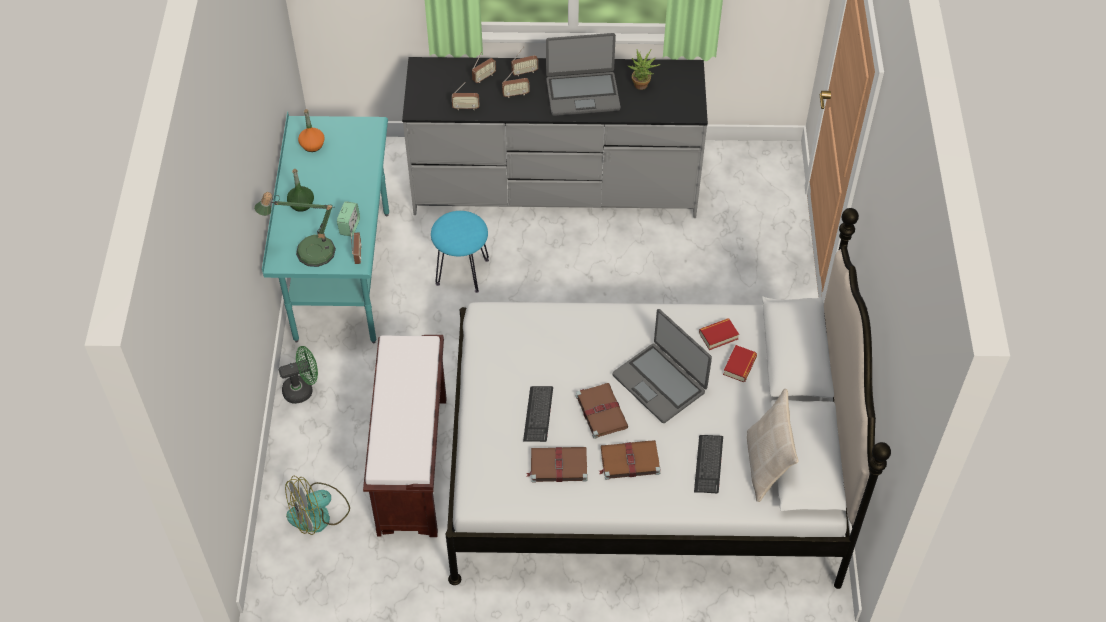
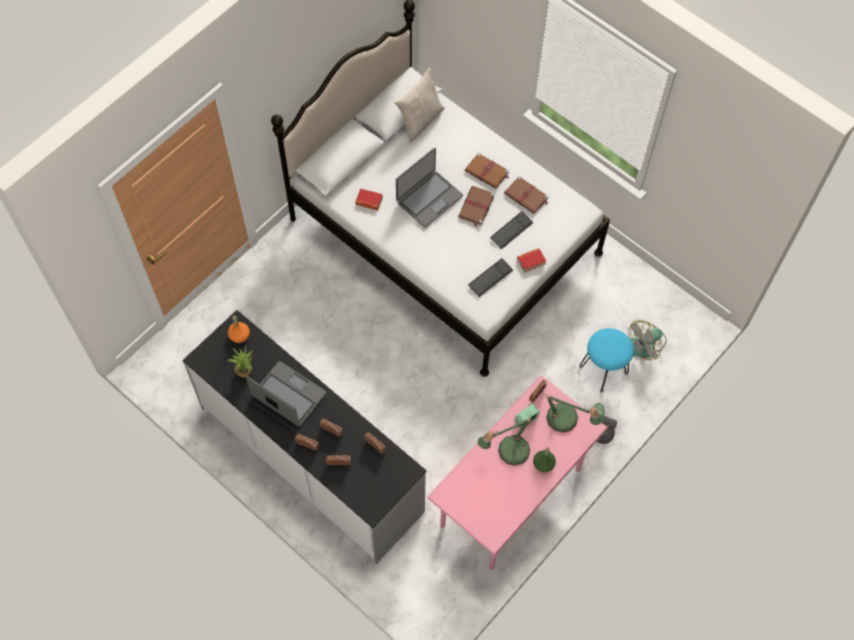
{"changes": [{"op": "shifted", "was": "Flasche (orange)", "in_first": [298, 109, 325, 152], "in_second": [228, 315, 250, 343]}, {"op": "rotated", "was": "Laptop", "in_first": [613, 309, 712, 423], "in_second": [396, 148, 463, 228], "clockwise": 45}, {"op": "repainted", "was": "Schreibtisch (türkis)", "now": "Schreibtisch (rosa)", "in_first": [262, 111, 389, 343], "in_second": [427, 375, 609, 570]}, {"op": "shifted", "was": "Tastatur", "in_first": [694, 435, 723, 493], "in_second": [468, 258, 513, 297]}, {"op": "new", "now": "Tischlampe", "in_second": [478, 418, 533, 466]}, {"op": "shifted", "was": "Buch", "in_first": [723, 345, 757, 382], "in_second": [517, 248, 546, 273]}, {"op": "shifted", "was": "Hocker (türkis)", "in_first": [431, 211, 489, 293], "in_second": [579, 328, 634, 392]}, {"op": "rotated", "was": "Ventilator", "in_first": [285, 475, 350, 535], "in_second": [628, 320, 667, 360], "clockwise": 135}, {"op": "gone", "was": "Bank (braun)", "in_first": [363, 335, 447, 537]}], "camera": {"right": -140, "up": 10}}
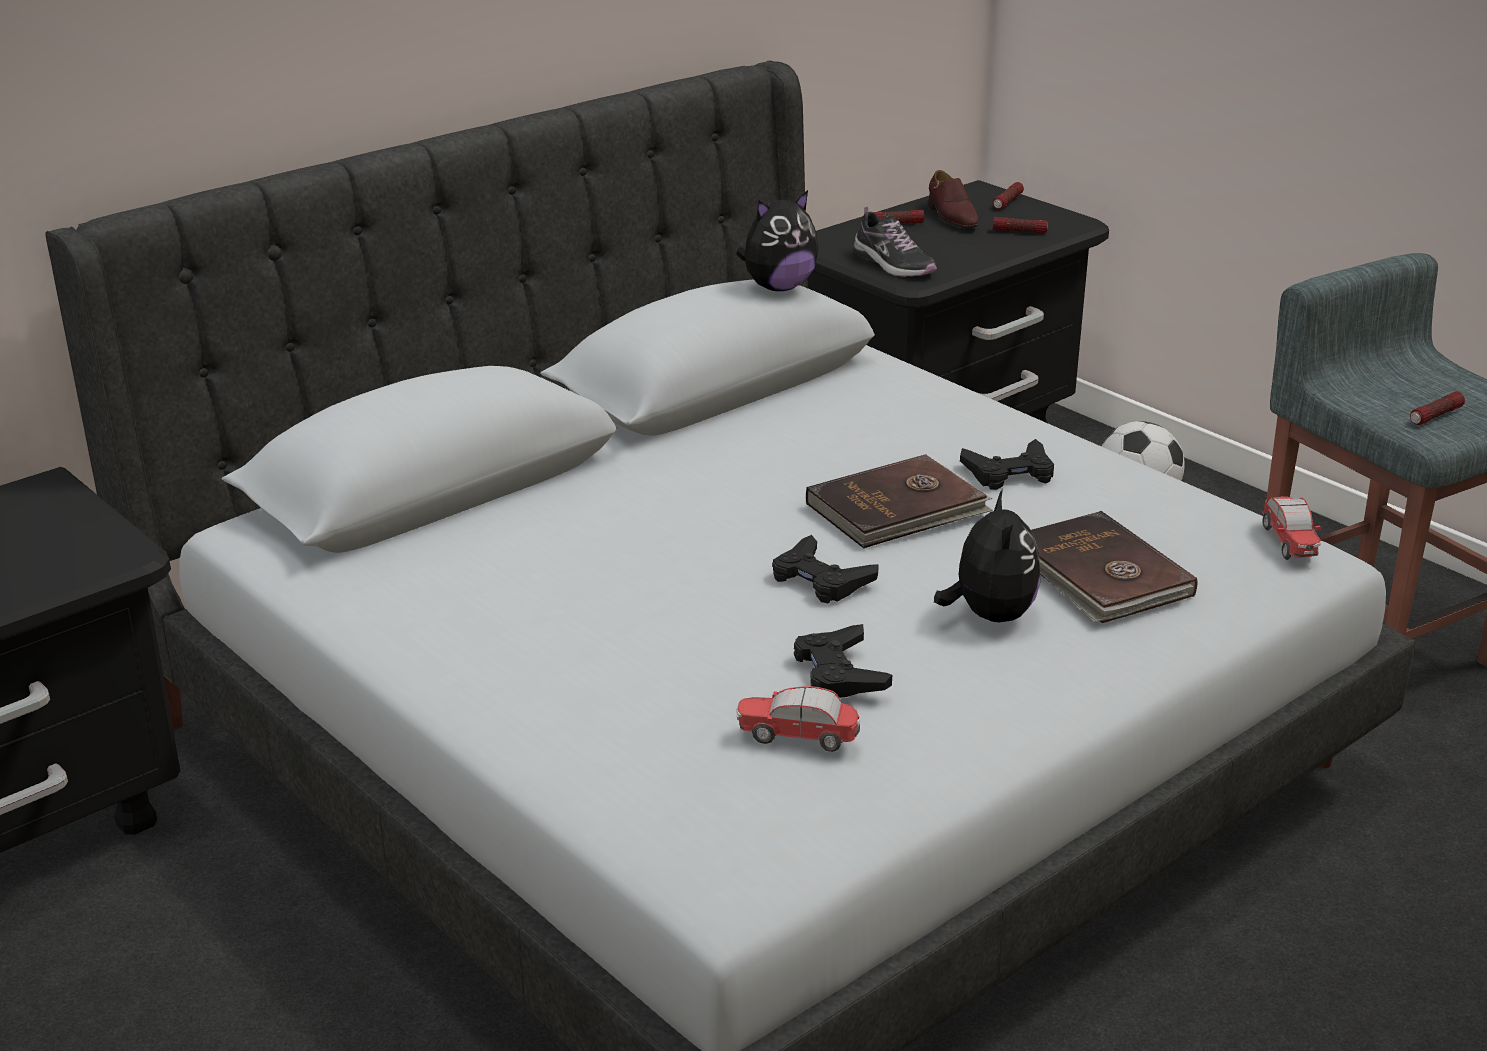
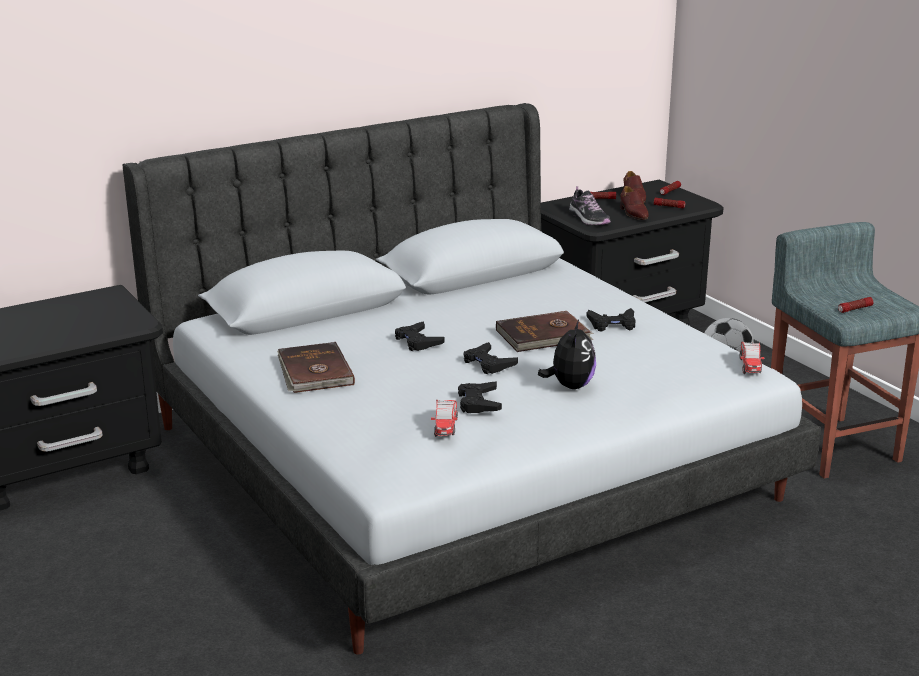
{"changes": [{"op": "shifted", "was": "Buch (braun)", "in_first": [1031, 511, 1198, 623], "in_second": [277, 342, 355, 393]}, {"op": "new", "now": "Gamepad (schwarz)", "in_second": [395, 321, 445, 351]}, {"op": "rotated", "was": "Spielzeugauto", "in_first": [736, 686, 860, 752], "in_second": [431, 400, 458, 437], "clockwise": -105}, {"op": "new", "now": "Schuh (braun)", "in_second": [620, 186, 649, 220]}, {"op": "gone", "was": "Plüschtier", "in_first": [736, 190, 819, 291]}], "camera": {"right": 10, "up": -5}}
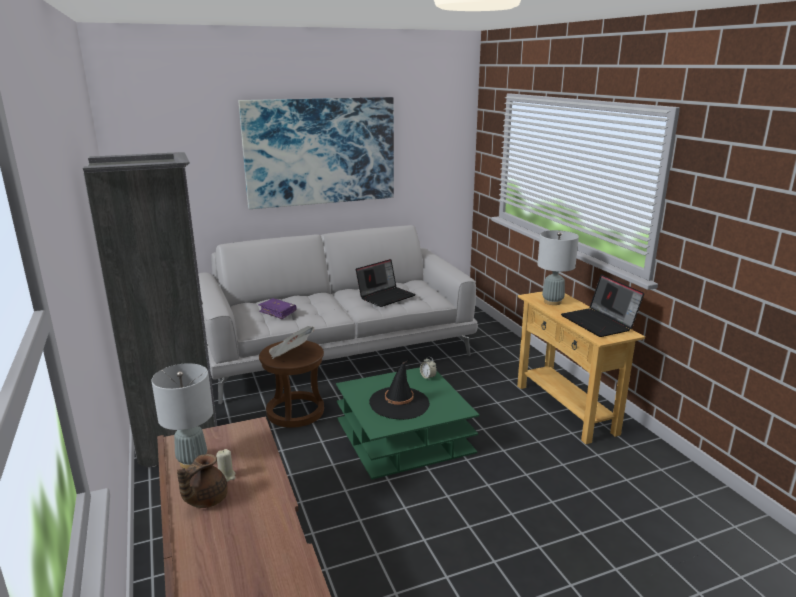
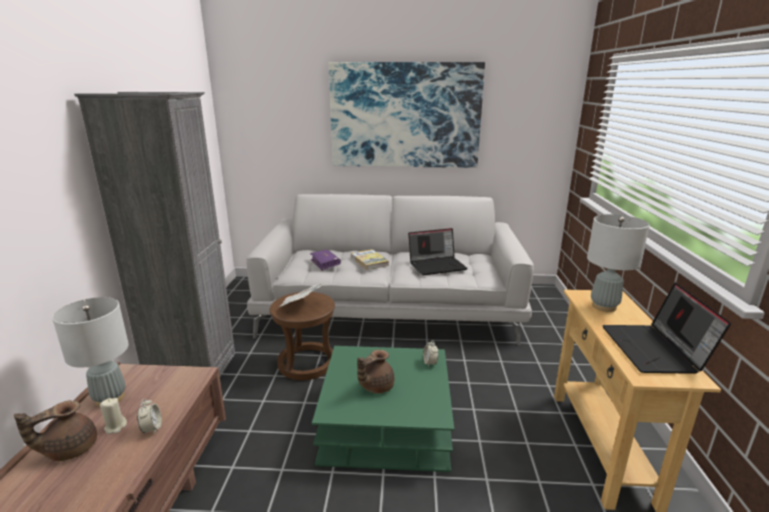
{"changes": [{"op": "new", "now": "Wecker", "in_second": [137, 399, 162, 434]}, {"op": "new", "now": "Buch", "in_second": [351, 249, 389, 270]}, {"op": "swapped", "was": "Hut (schwarz)", "now": "Teekanne (braun)", "in_first": [369, 360, 430, 420], "in_second": [357, 350, 394, 394]}], "camera": {"right": 25, "up": 0}}
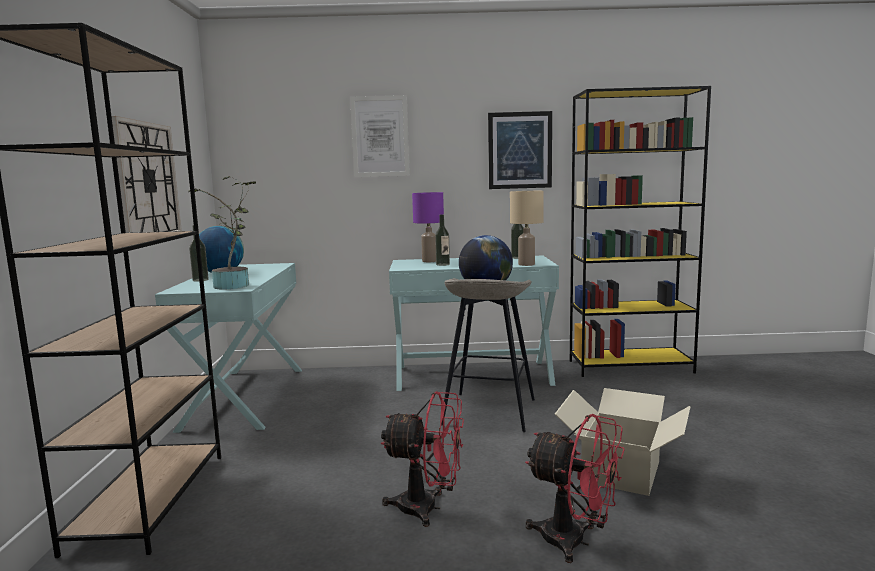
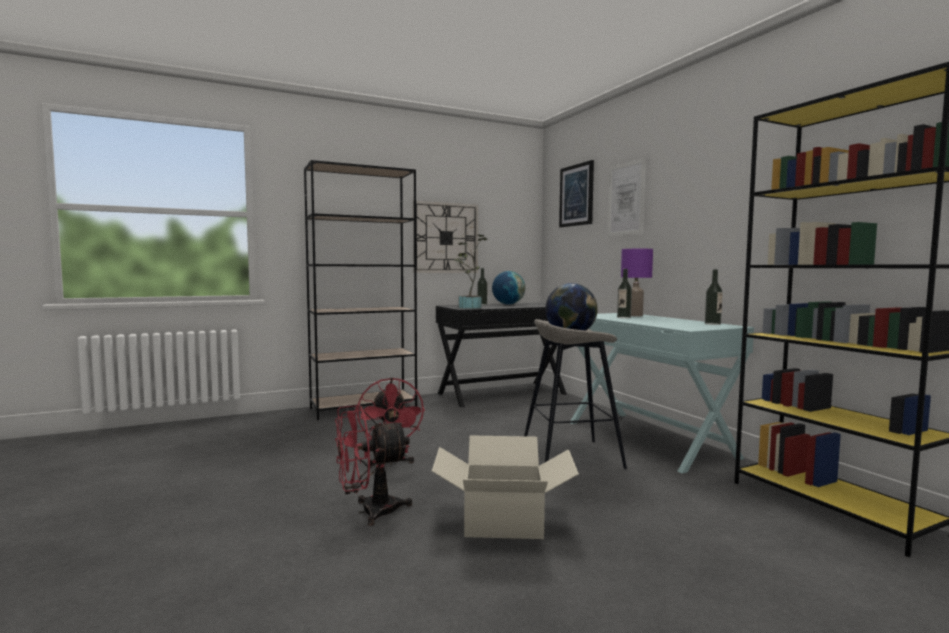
{"changes": [{"op": "rotated", "was": "Ventilator (rot)", "in_first": [525, 414, 625, 563], "in_second": [335, 404, 412, 526], "clockwise": 60}, {"op": "repainted", "was": "Schreibtisch (türkis)", "now": "Schreibtisch (schwarz)", "in_first": [155, 263, 302, 433], "in_second": [436, 303, 567, 408]}, {"op": "shifted", "was": "Bild", "in_first": [488, 111, 552, 189], "in_second": [559, 160, 594, 228]}, {"op": "gone", "was": "Tischlampe (beige)", "in_first": [510, 191, 544, 266]}], "camera": {"right": 65, "up": -5}}
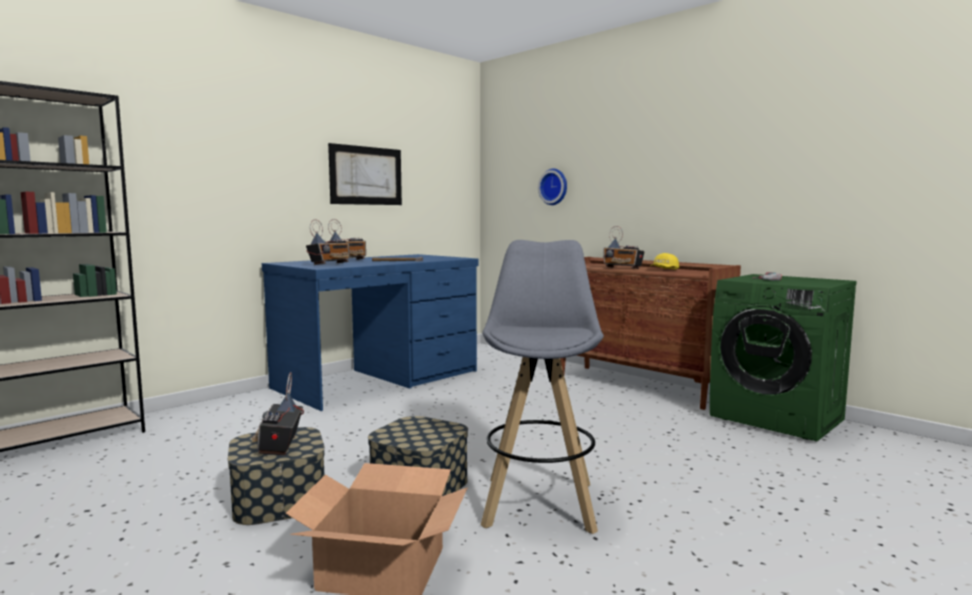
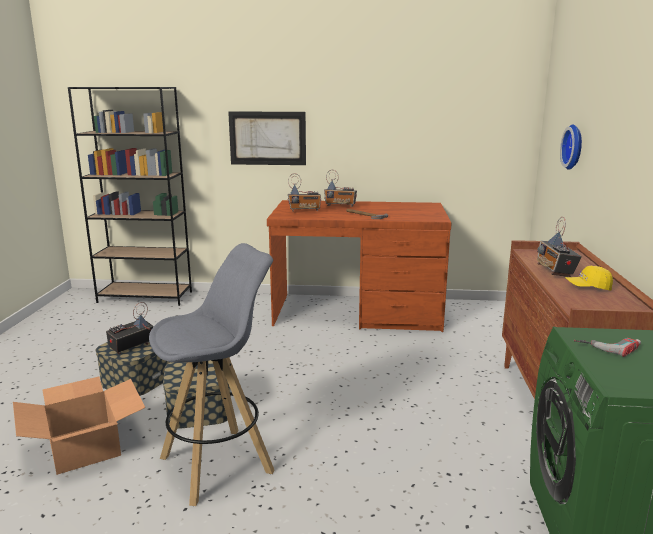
{"changes": [{"op": "shifted", "was": "Bild", "in_first": [328, 143, 402, 205], "in_second": [228, 112, 306, 165]}, {"op": "repainted", "was": "Schreibtisch (blau)", "now": "Schreibtisch (braun)", "in_first": [262, 254, 479, 411], "in_second": [267, 200, 452, 332]}], "camera": {"right": 50, "up": 10}}
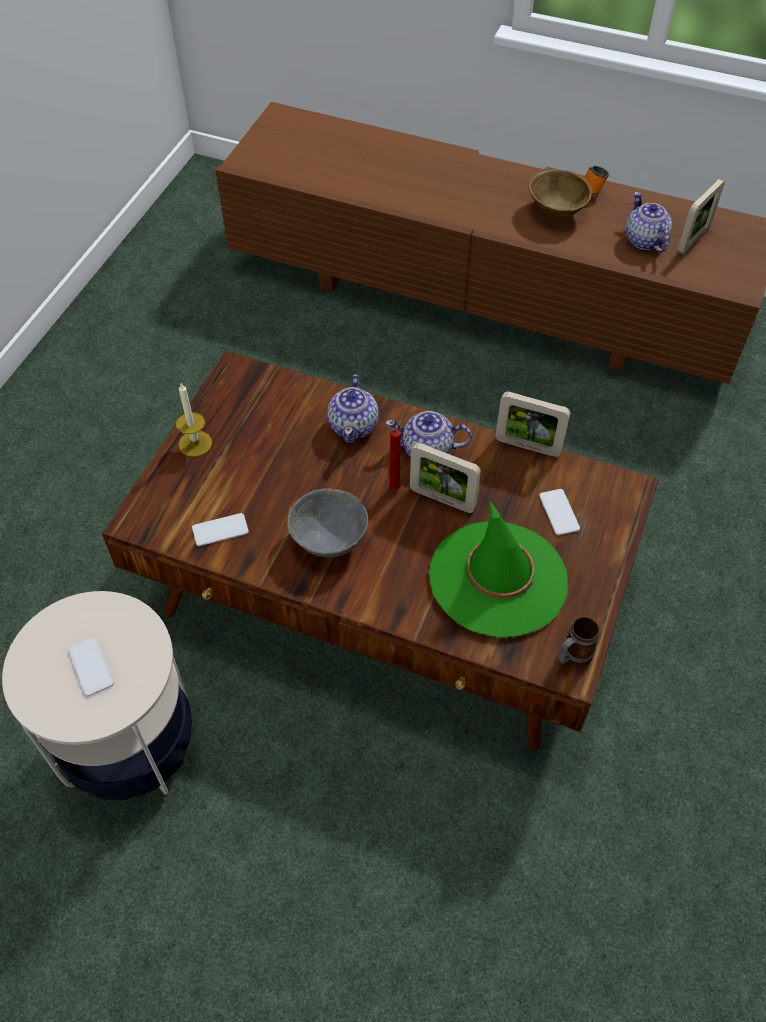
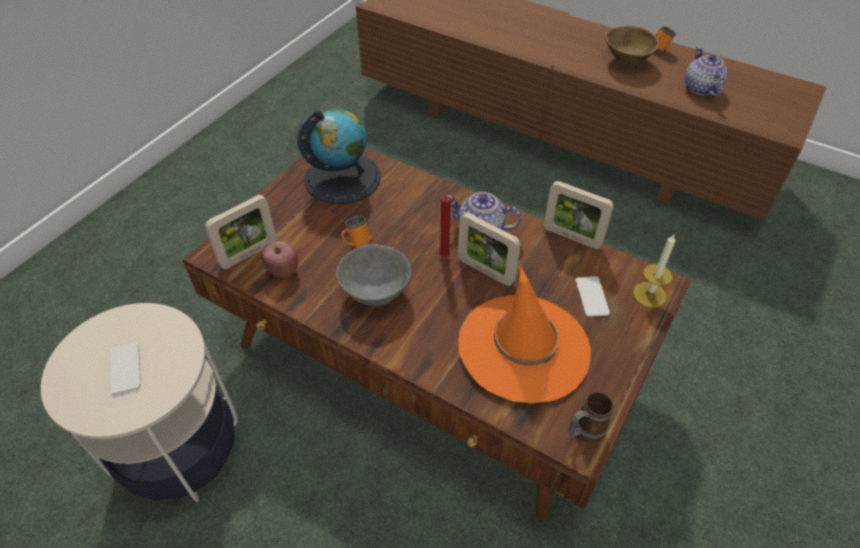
{"changes": [{"op": "shifted", "was": "Bilderrahmen", "in_first": [677, 179, 725, 254], "in_second": [205, 195, 276, 269]}, {"op": "swapped", "was": "Handy", "now": "Apfel", "in_first": [192, 513, 249, 546], "in_second": [261, 241, 298, 278]}, {"op": "new", "now": "Globus", "in_second": [297, 109, 380, 204]}, {"op": "new", "now": "Henkelbecher (orange)", "in_second": [341, 216, 371, 248]}, {"op": "repainted", "was": "Hut (grün)", "now": "Hut (orange)", "in_first": [429, 501, 568, 638], "in_second": [458, 267, 591, 404]}, {"op": "shifted", "was": "Kerze", "in_first": [176, 383, 212, 457], "in_second": [633, 235, 676, 308]}, {"op": "gone", "was": "Teekanne", "in_first": [328, 374, 378, 443]}], "camera": {"right": 10, "up": -5}}
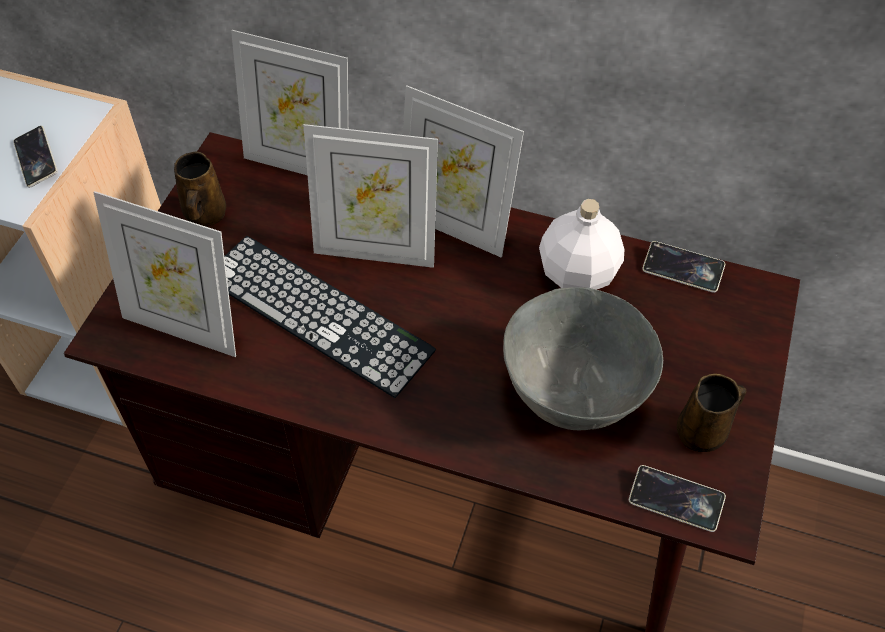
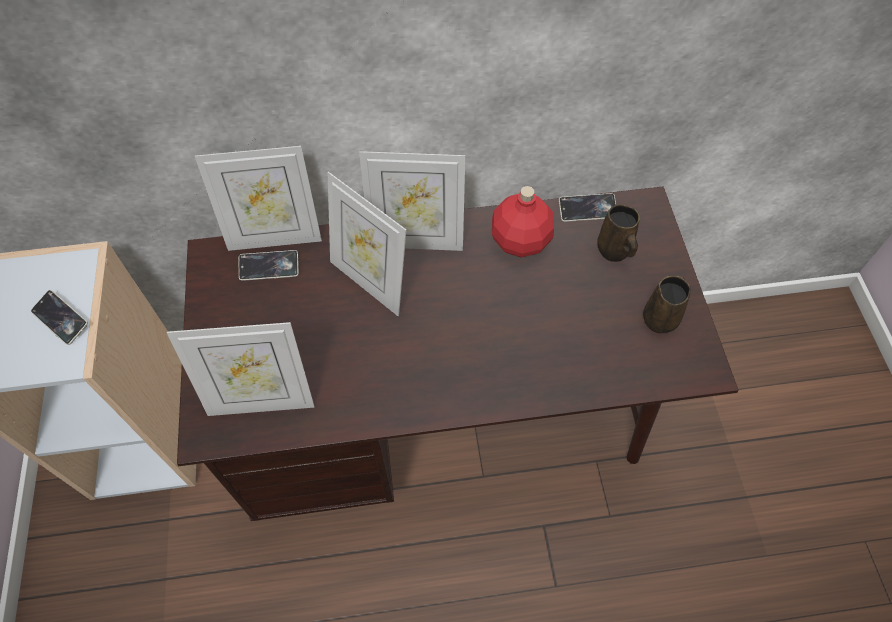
{"changes": [{"op": "shifted", "was": "Handy", "in_first": [629, 465, 726, 532], "in_second": [239, 250, 299, 281]}, {"op": "rotated", "was": "Bilderrahmen", "in_first": [303, 124, 438, 268], "in_second": [328, 172, 406, 316], "clockwise": 60}, {"op": "repainted", "was": "Flasche (weiß)", "now": "Flasche (rot)", "in_first": [539, 199, 624, 290], "in_second": [492, 186, 554, 257]}, {"op": "shifted", "was": "Henkelbecher (braun)", "in_first": [174, 152, 226, 227], "in_second": [597, 204, 640, 262]}, {"op": "gone", "was": "Tastatur", "in_first": [224, 236, 436, 398]}, {"op": "gone", "was": "Schüssel (grau)", "in_first": [503, 287, 663, 430]}], "camera": {"right": -25, "up": 5}}
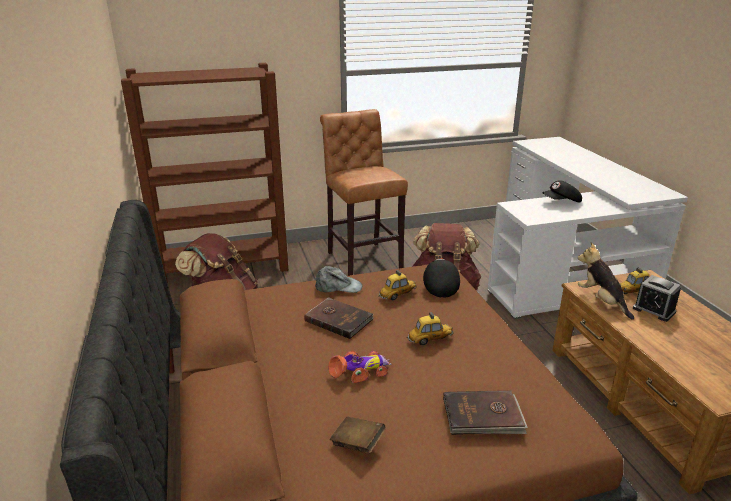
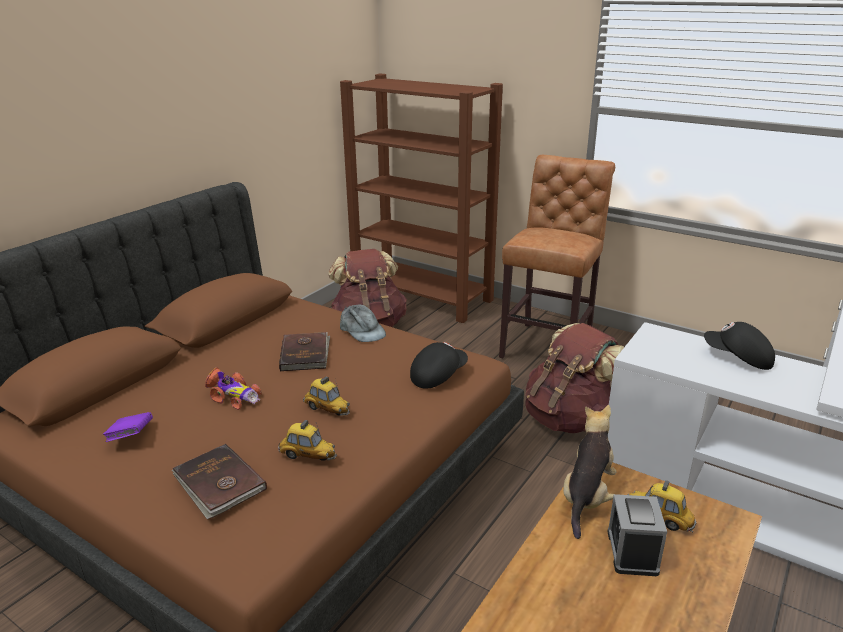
{"changes": [{"op": "repainted", "was": "Buch (braun)", "now": "Buch (lila)", "in_first": [330, 416, 386, 454], "in_second": [103, 412, 153, 442]}, {"op": "shifted", "was": "Spielzeugauto", "in_first": [379, 270, 416, 301], "in_second": [278, 420, 337, 461]}], "camera": {"right": 50, "up": 0}}
